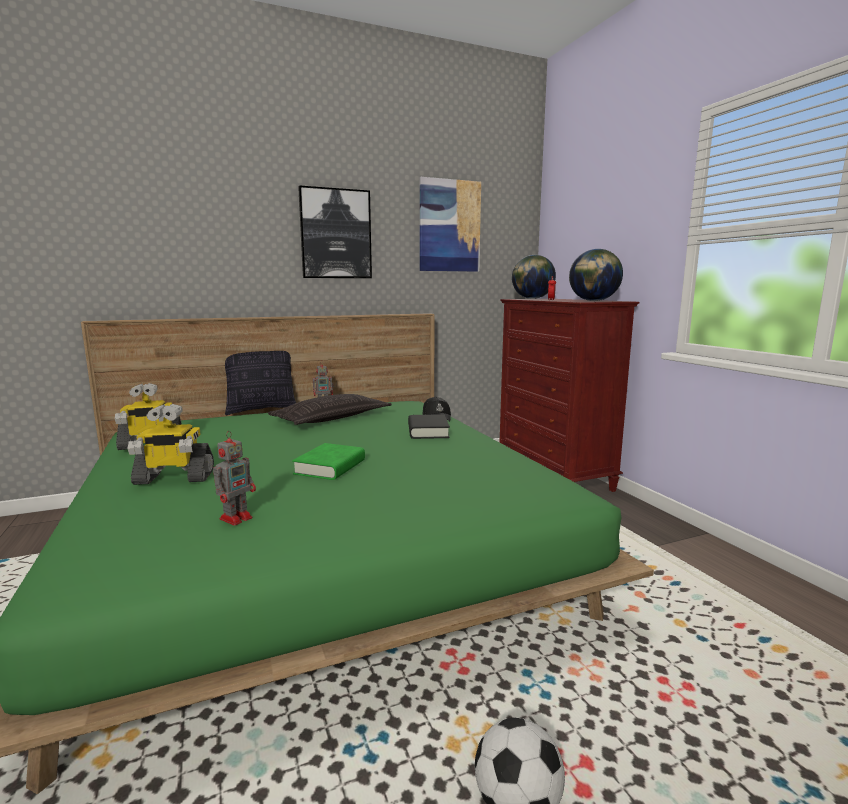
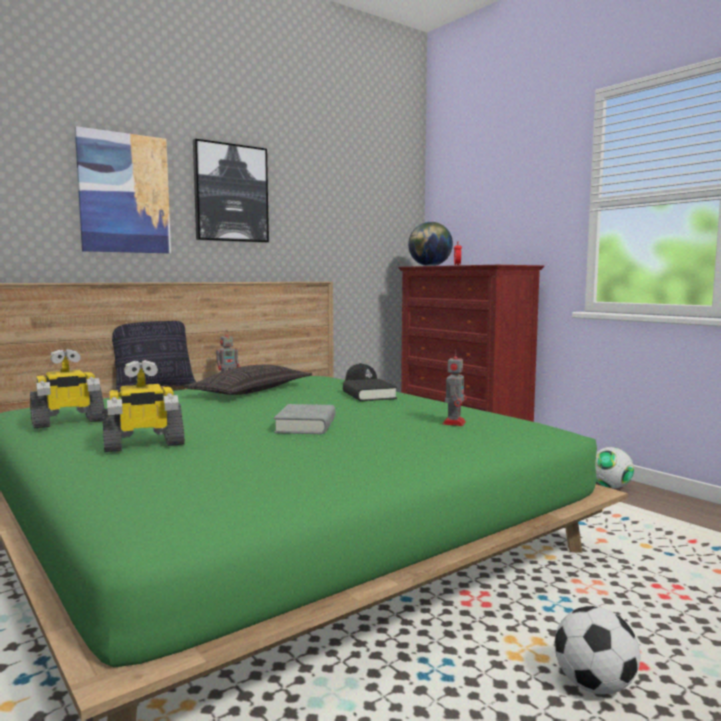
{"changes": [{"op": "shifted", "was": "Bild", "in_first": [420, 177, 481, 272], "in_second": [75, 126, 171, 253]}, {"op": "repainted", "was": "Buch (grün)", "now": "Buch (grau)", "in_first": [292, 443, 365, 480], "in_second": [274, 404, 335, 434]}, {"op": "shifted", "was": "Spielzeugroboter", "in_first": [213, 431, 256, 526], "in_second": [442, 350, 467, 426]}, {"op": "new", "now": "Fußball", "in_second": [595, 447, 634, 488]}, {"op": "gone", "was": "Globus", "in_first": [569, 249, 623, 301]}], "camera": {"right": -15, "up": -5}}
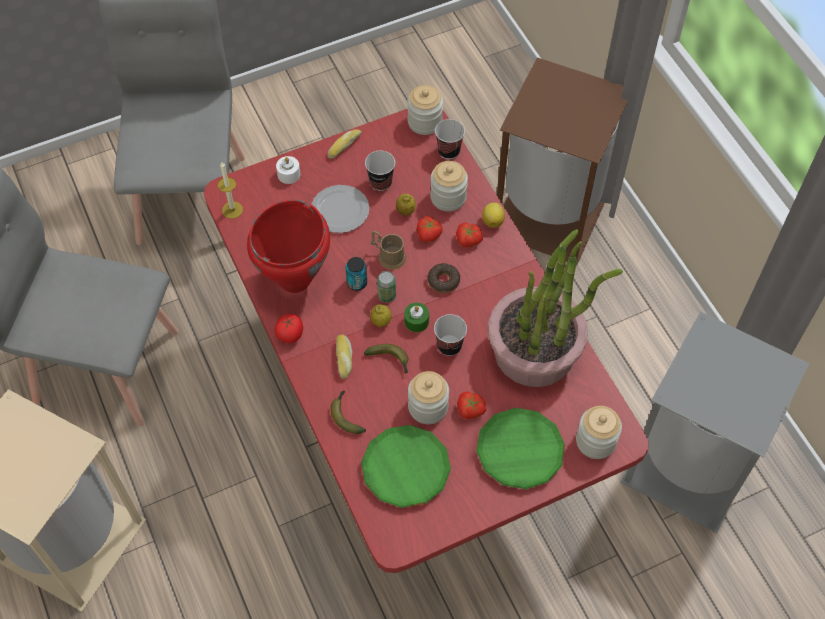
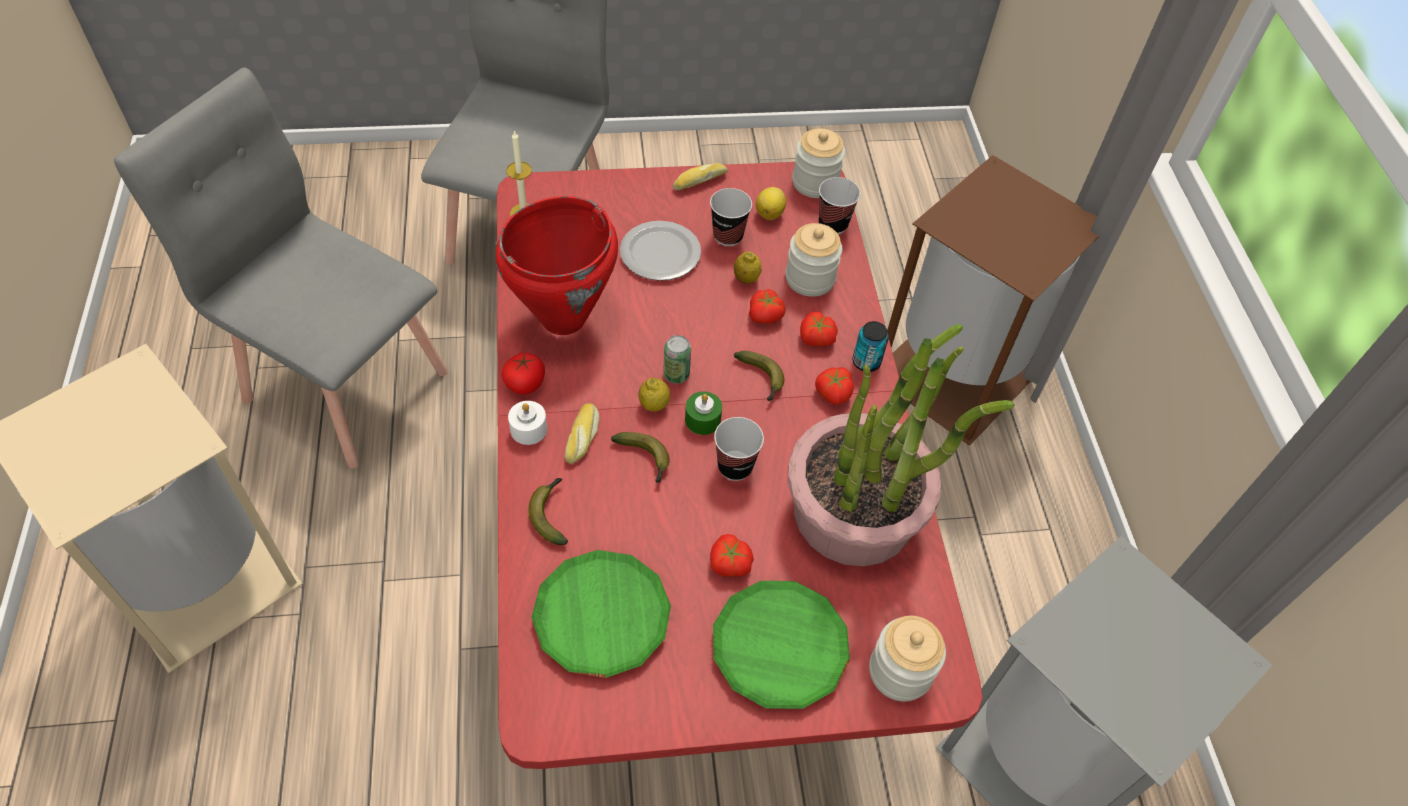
{"changes": [{"op": "shifted", "was": "Kerze (weiß)", "in_first": [276, 156, 300, 184], "in_second": [508, 401, 547, 445]}, {"op": "swapped", "was": "Donut", "now": "Banane", "in_first": [427, 263, 460, 293], "in_second": [734, 351, 784, 402]}, {"op": "shifted", "was": "Zitrone", "in_first": [482, 203, 505, 228], "in_second": [756, 187, 786, 220]}, {"op": "new", "now": "Tomate", "in_second": [815, 367, 854, 405]}, {"op": "shifted", "was": "Dose", "in_first": [345, 257, 367, 291], "in_second": [853, 321, 889, 372]}, {"op": "gone", "was": "Henkelbecher (braun)", "in_first": [371, 231, 406, 270]}, {"op": "gone", "was": "Vorratsglas", "in_first": [408, 371, 449, 424]}], "camera": {"right": 15, "up": -5}}
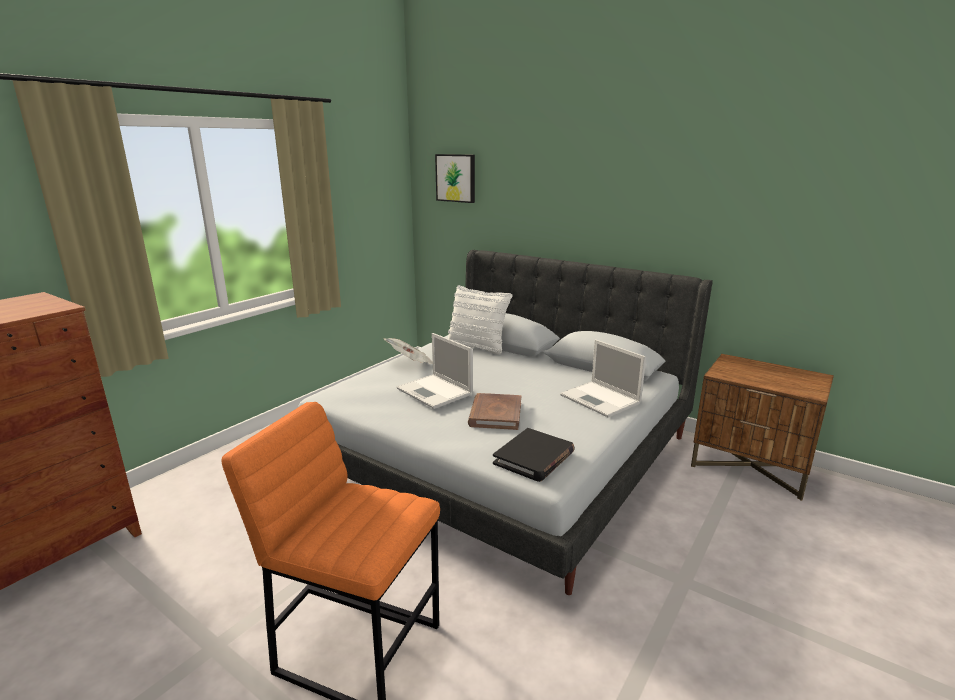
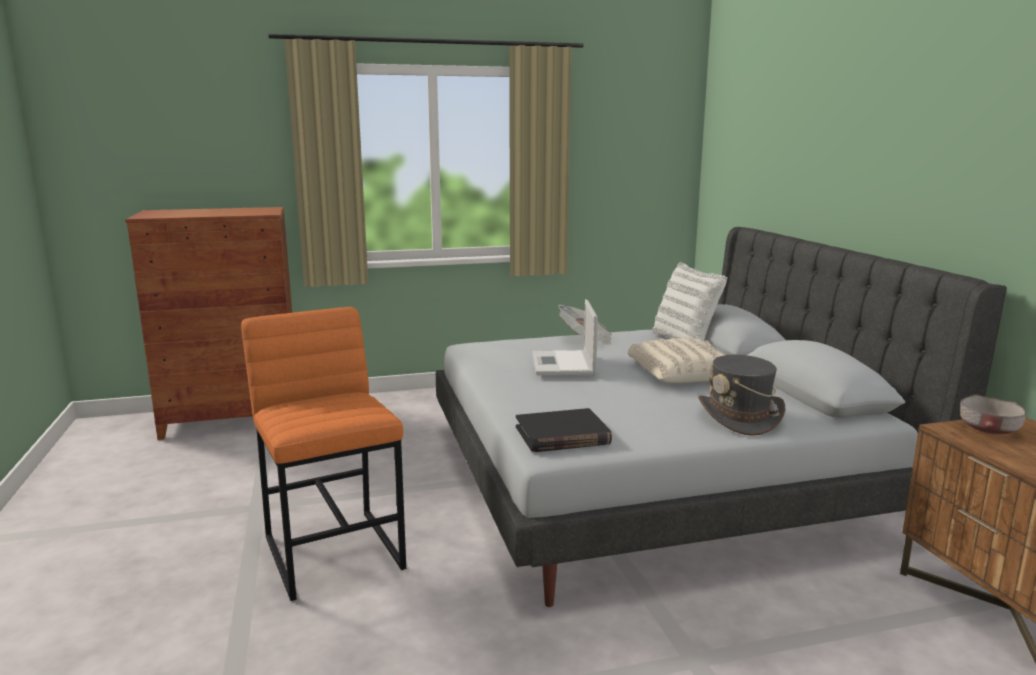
{"changes": [{"op": "new", "now": "Kissen (beige)", "in_second": [627, 337, 726, 383]}, {"op": "swapped", "was": "Laptop", "now": "Hut (grau)", "in_first": [560, 339, 646, 418], "in_second": [698, 355, 785, 436]}, {"op": "new", "now": "Schüssel (grau)", "in_second": [960, 394, 1027, 434]}, {"op": "gone", "was": "Bild", "in_first": [435, 154, 475, 203]}, {"op": "gone", "was": "Buch (braun)", "in_first": [468, 393, 521, 430]}], "camera": {"right": 40, "up": -5}}
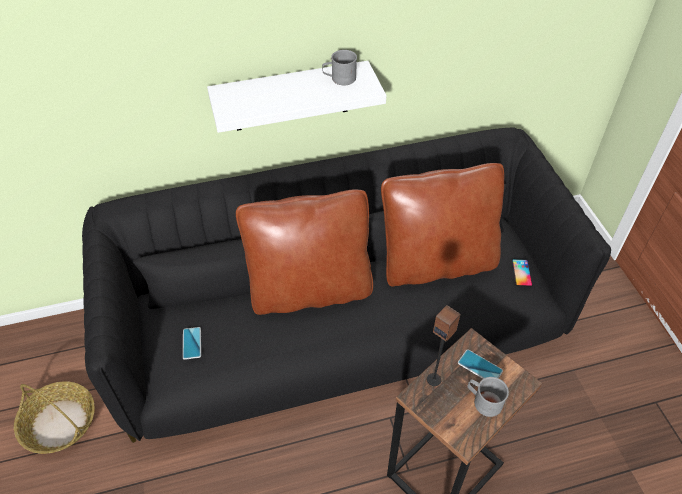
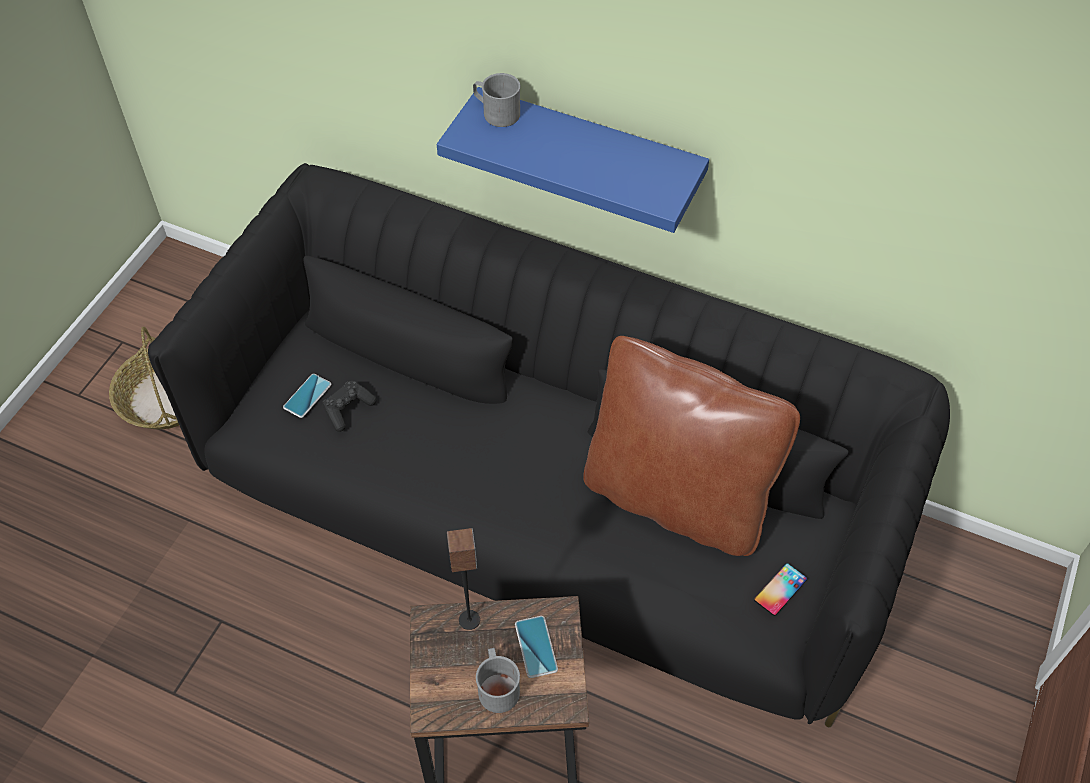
{"changes": [{"op": "new", "now": "Gamepad (schwarz)", "in_second": [323, 381, 377, 432]}, {"op": "repainted", "was": "Wandregal (weiß)", "now": "Wandregal (blau)", "in_first": [207, 61, 386, 133], "in_second": [437, 87, 709, 233]}, {"op": "shifted", "was": "Henkelbecher (grau)", "in_first": [322, 50, 357, 85], "in_second": [473, 73, 520, 127]}, {"op": "gone", "was": "Kissen (braun)", "in_first": [236, 189, 373, 315]}], "camera": {"right": 40, "up": 5}}
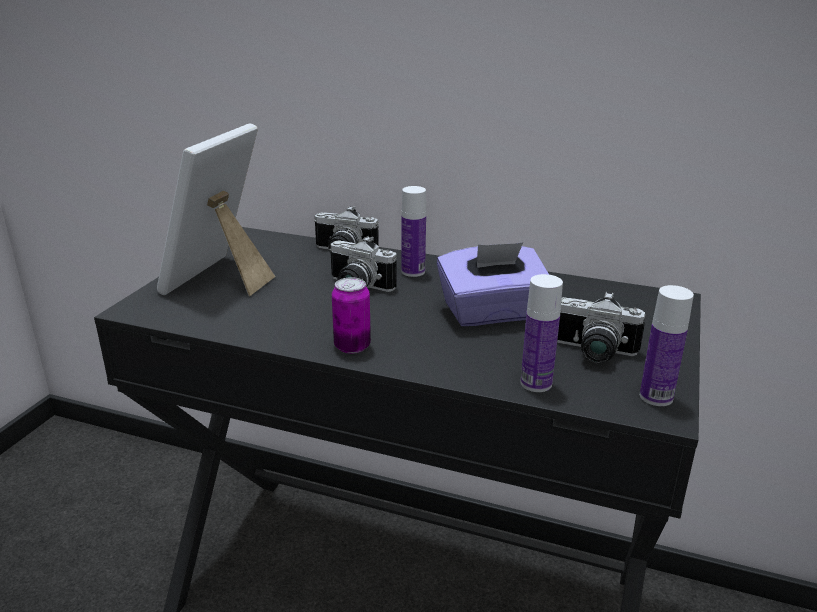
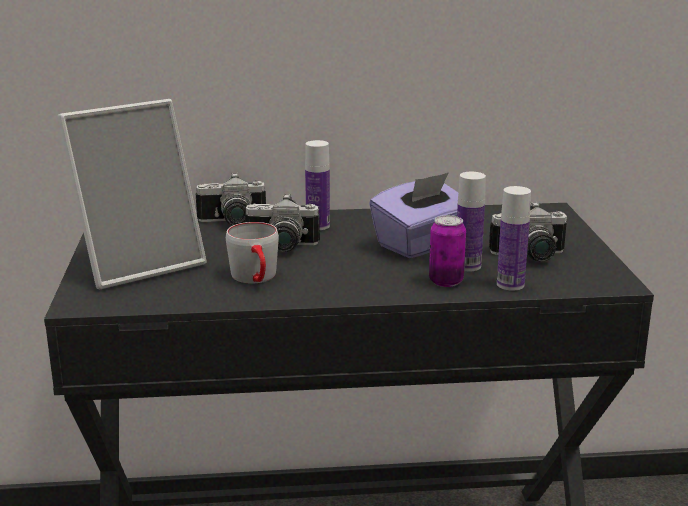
{"changes": [{"op": "rotated", "was": "Bilderrahmen", "in_first": [157, 123, 276, 296], "in_second": [58, 99, 206, 290], "clockwise": -120}, {"op": "new", "now": "Henkelbecher (grau)", "in_second": [226, 222, 279, 283]}, {"op": "shifted", "was": "Dose", "in_first": [332, 277, 371, 354], "in_second": [429, 215, 466, 287]}, {"op": "shifted", "was": "Flasche", "in_first": [640, 285, 694, 406], "in_second": [457, 172, 486, 271]}], "camera": {"right": -25, "up": -5}}
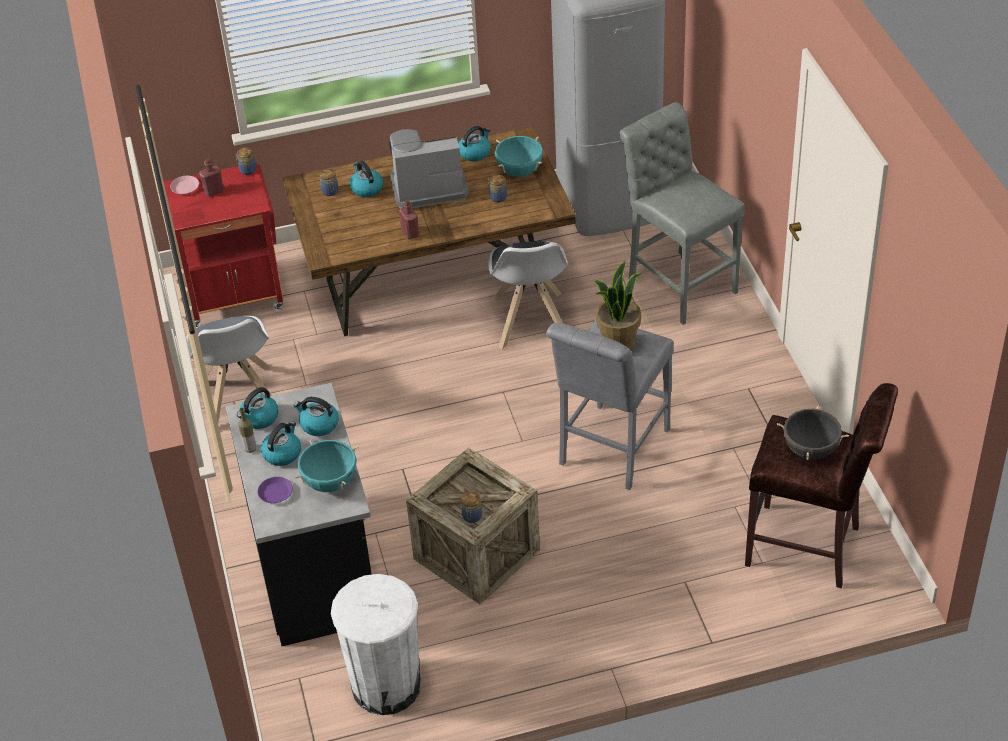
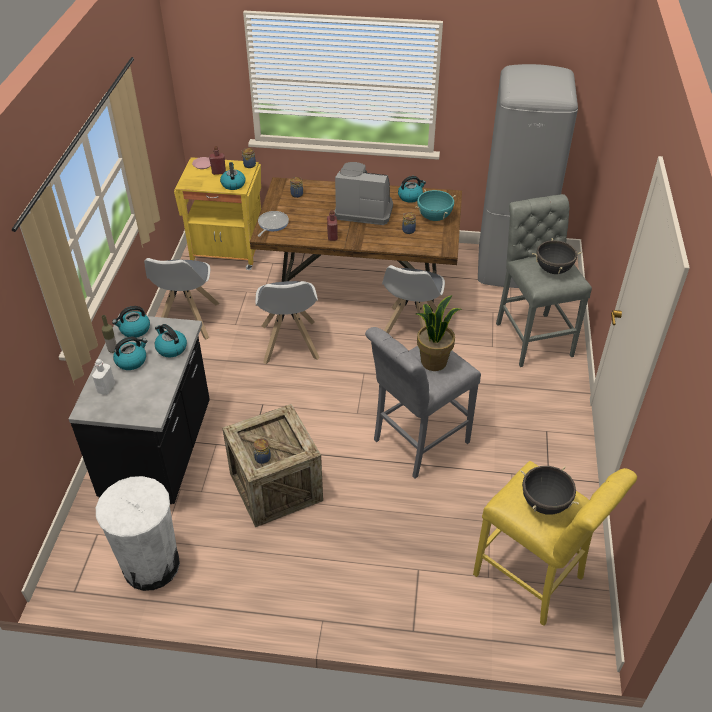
{"changes": [{"op": "swapped", "was": "Teller (lila)", "now": "Flasche (weiß)", "in_first": [258, 477, 293, 503], "in_second": [92, 359, 115, 395]}, {"op": "repainted", "was": "Rollwagen (rot)", "now": "Rollwagen (gelb)", "in_first": [164, 162, 284, 327], "in_second": [174, 157, 261, 270]}, {"op": "shifted", "was": "Wasserkessel", "in_first": [349, 161, 383, 197], "in_second": [220, 162, 245, 190]}, {"op": "new", "now": "Stuhl", "in_second": [255, 281, 320, 364]}, {"op": "new", "now": "Pfanne", "in_second": [258, 211, 289, 237]}, {"op": "repainted", "was": "Hocker (braun)", "now": "Hocker (gelb)", "in_first": [745, 383, 898, 588], "in_second": [473, 461, 637, 626]}, {"op": "new", "now": "Kochtopf (schwarz)", "in_second": [532, 238, 582, 274]}, {"op": "gone", "was": "Kochtopf (türkis)", "in_first": [295, 440, 359, 492]}], "camera": {"right": 20, "up": 0}}
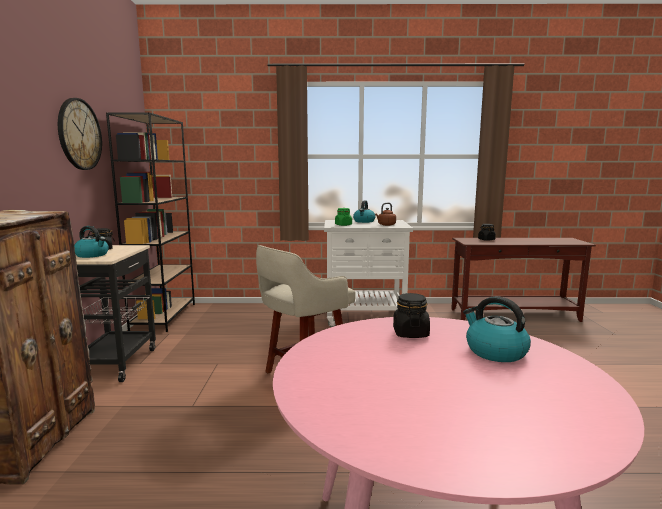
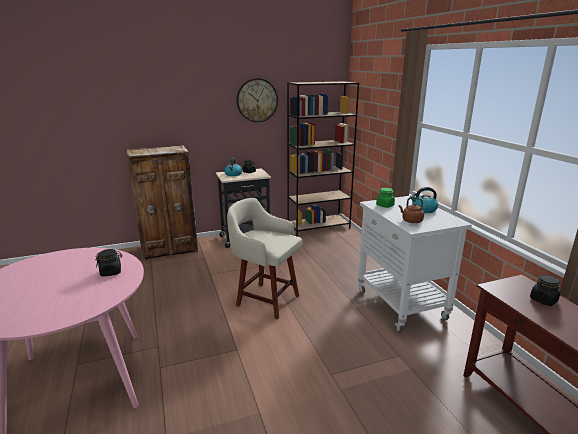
{"changes": [{"op": "gone", "was": "Wasserkessel", "in_first": [463, 296, 531, 362]}], "camera": {"right": 70, "up": 10}}
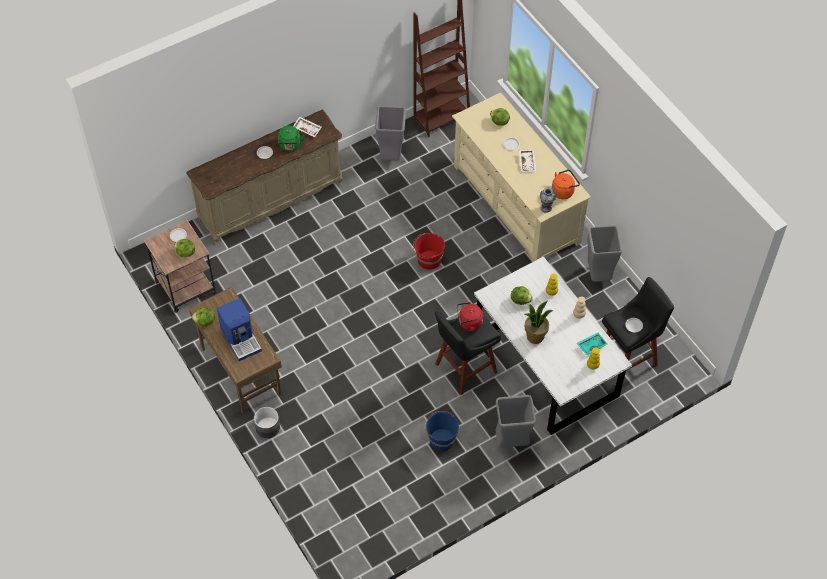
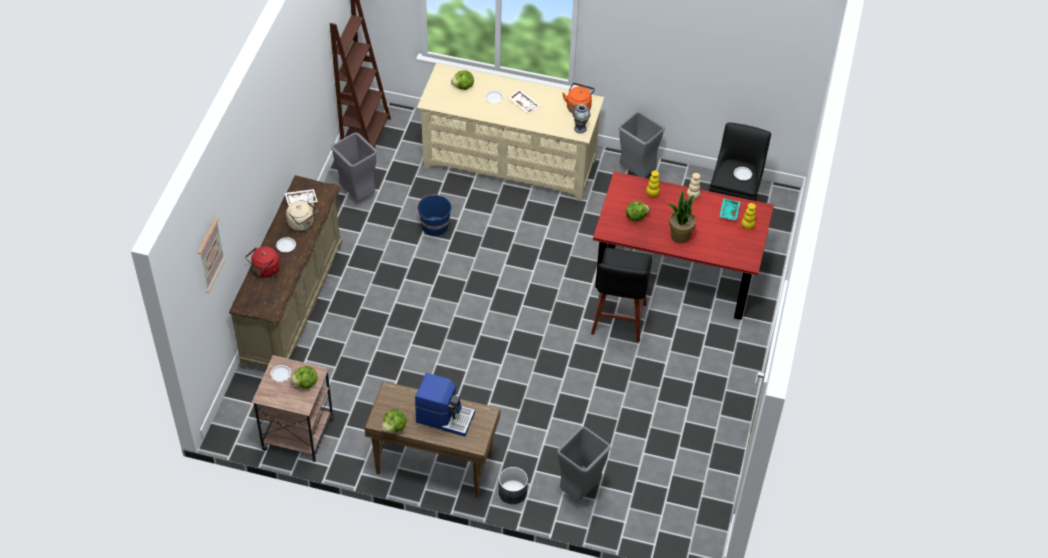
{"changes": [{"op": "new", "now": "Bild", "in_second": [198, 218, 226, 293]}, {"op": "shifted", "was": "Wasserkessel (rot)", "in_first": [457, 302, 483, 332], "in_second": [245, 246, 280, 277]}, {"op": "repainted", "was": "Wasserkessel (grün)", "now": "Wasserkessel (beige)", "in_first": [278, 125, 305, 151], "in_second": [286, 201, 317, 231]}, {"op": "shifted", "was": "Eimer (blau)", "in_first": [425, 411, 459, 451], "in_second": [416, 194, 451, 236]}, {"op": "shifted", "was": "Mülleimer (grau)", "in_first": [495, 395, 536, 448], "in_second": [557, 426, 611, 501]}, {"op": "repainted", "was": "Esstisch (weiß)", "now": "Esstisch (rot)", "in_first": [474, 256, 632, 435], "in_second": [593, 172, 774, 320]}, {"op": "gone", "was": "Eimer (rot)", "in_first": [413, 233, 445, 270]}], "camera": {"right": -45, "up": -5}}
